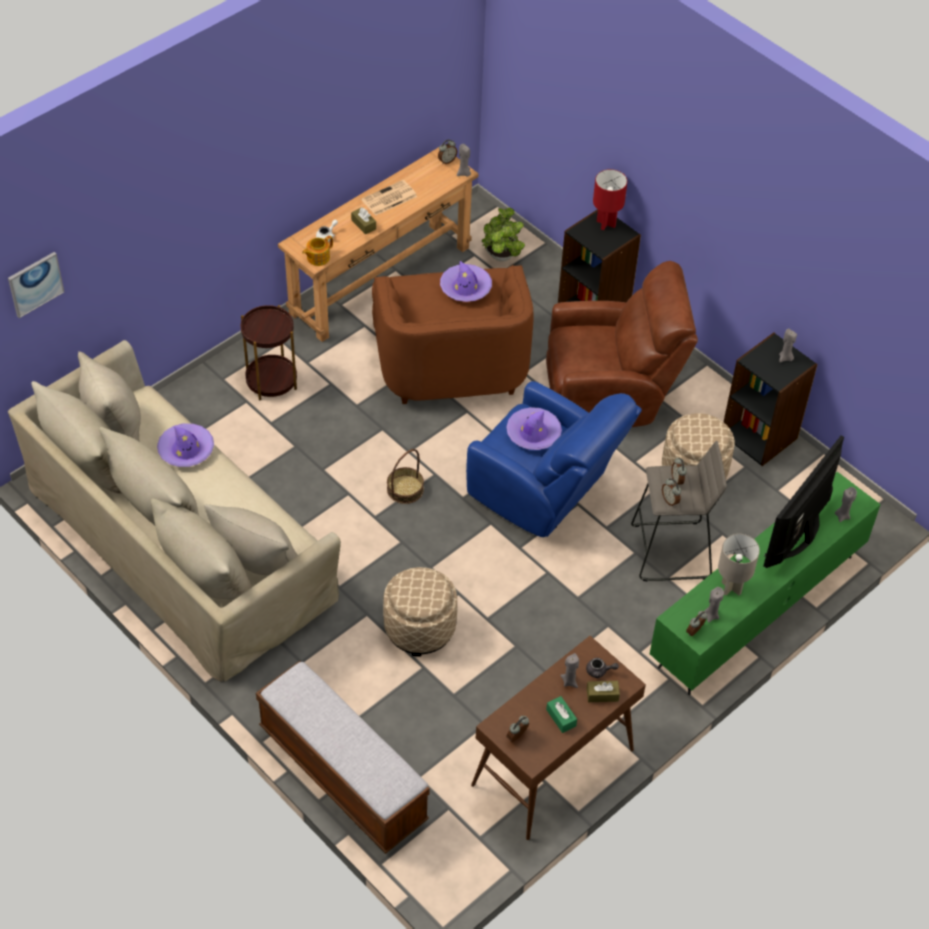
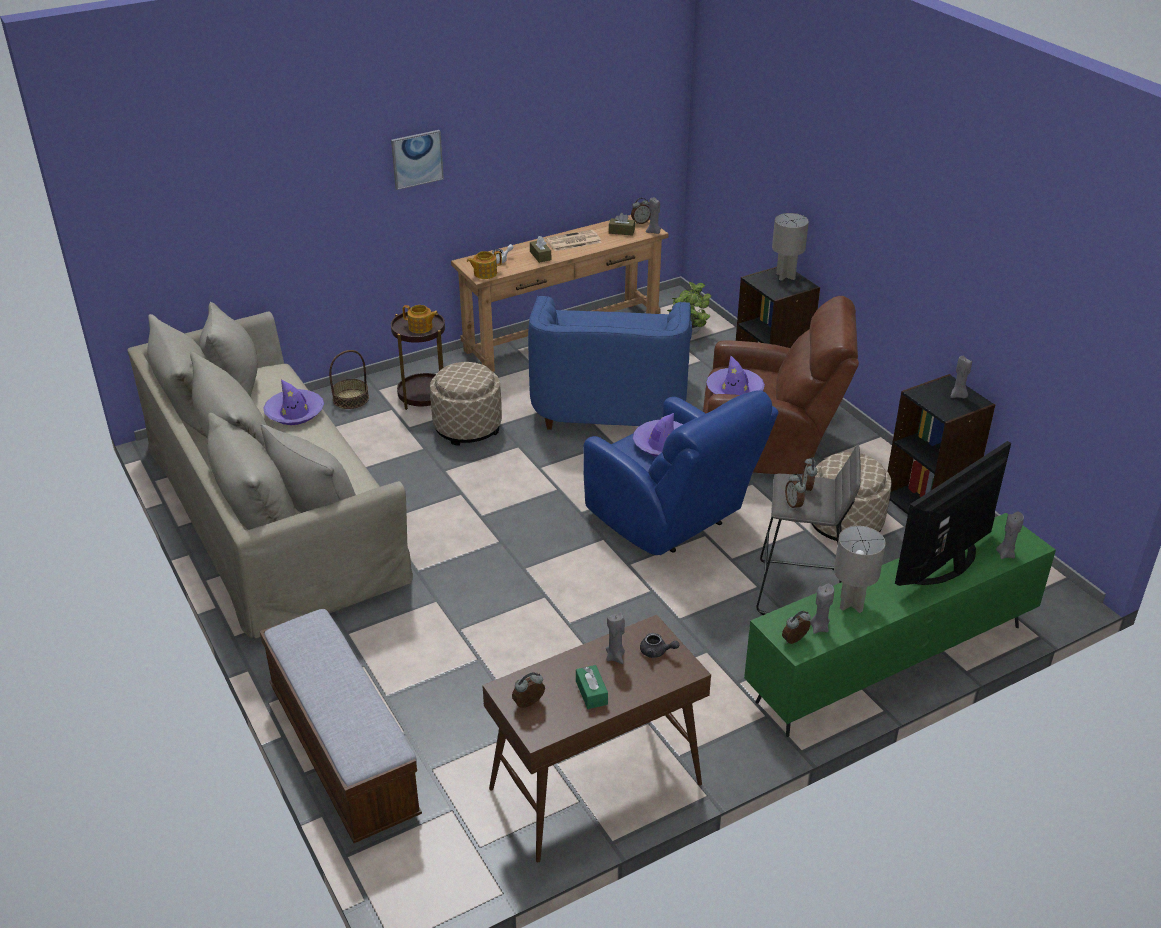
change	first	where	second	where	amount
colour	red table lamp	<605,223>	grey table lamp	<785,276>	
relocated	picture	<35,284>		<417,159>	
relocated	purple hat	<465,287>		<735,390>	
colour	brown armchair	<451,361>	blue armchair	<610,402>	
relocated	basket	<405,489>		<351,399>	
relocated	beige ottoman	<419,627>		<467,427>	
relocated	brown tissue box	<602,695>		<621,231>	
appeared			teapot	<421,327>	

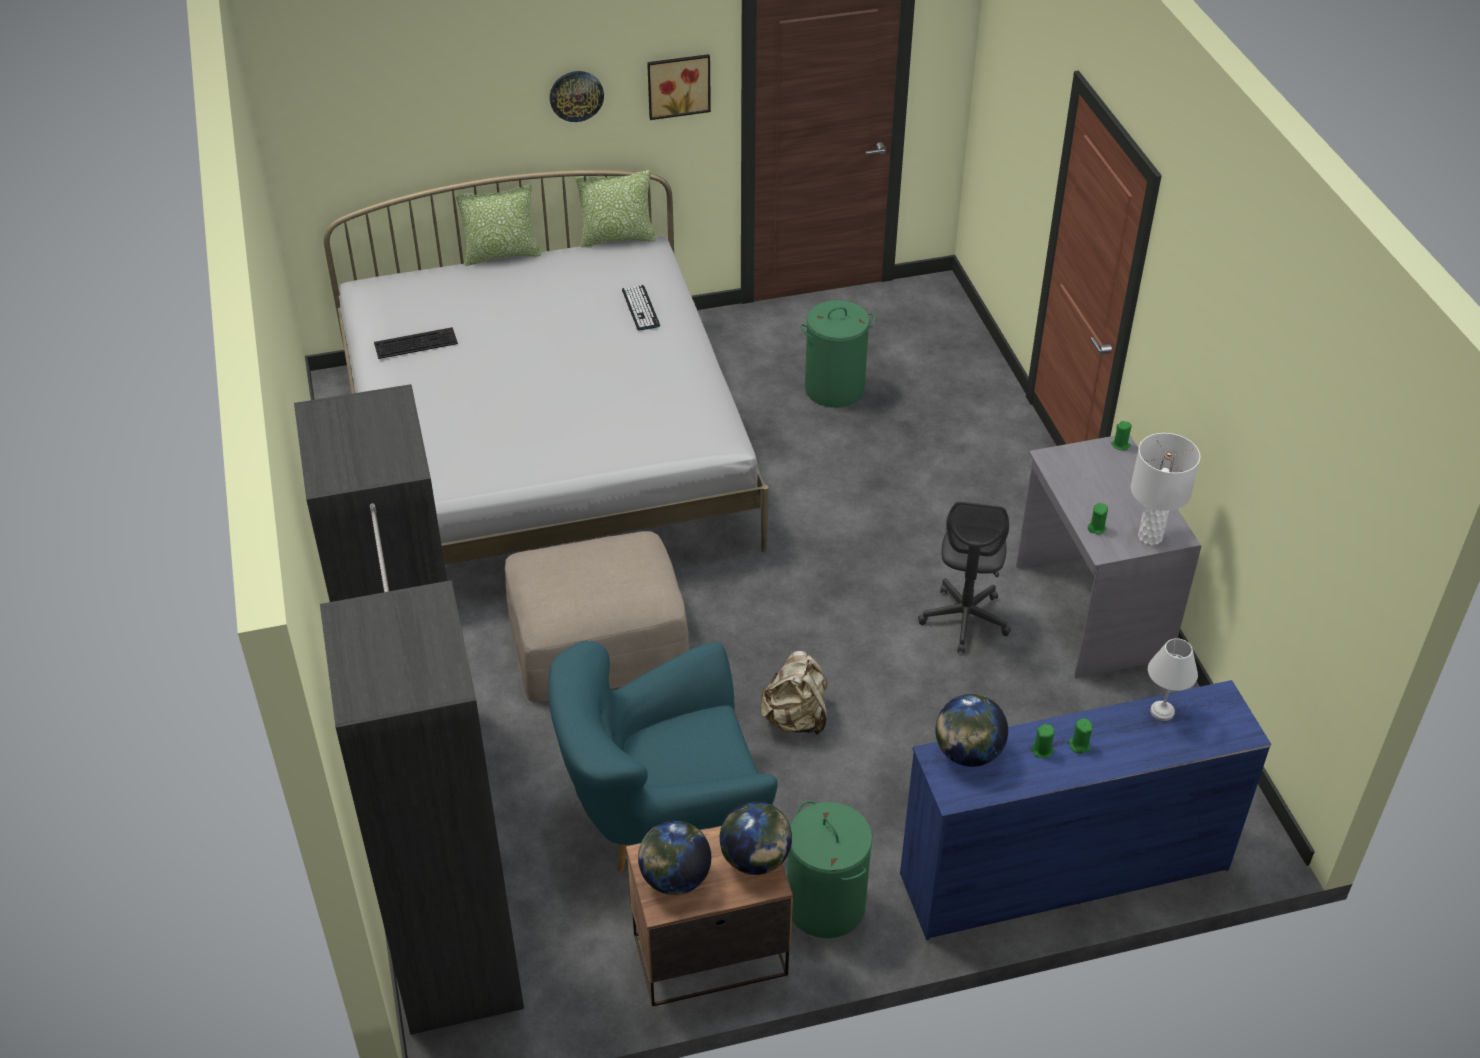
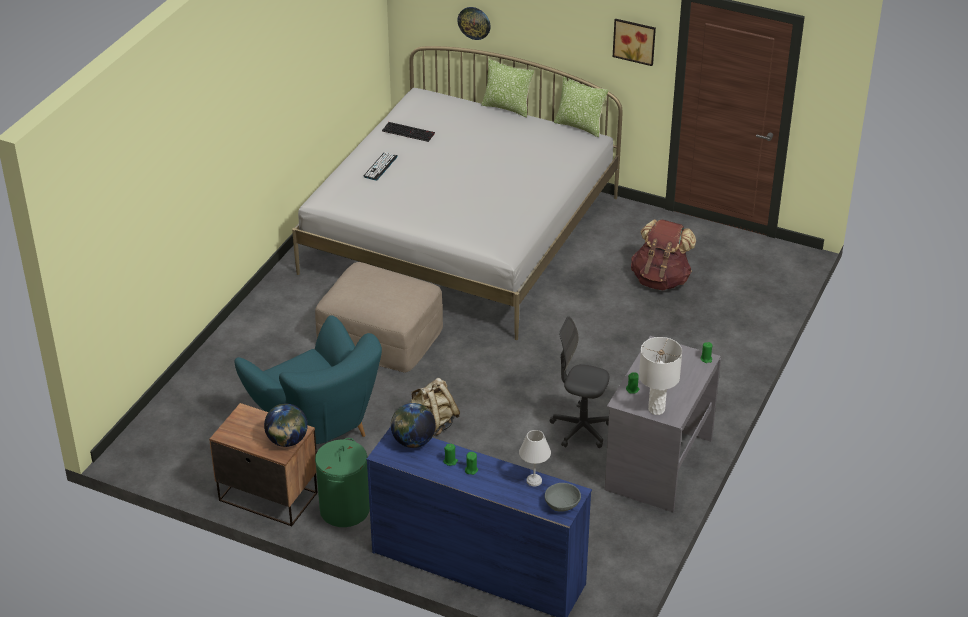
change	first	where	second	where	amount
relocated	wall clock	<576,95>		<474,22>	
relocated	keyboard	<640,308>		<380,166>	
exchanged	green laundry basket	<835,389>	brown backpack	<661,279>	
missing	black wardrobe	<438,851>			
spun	grey office chair	<964,619>		<581,429>	60 degrees clockwise
spun	turquoise armchair	<664,816>		<318,428>	150 degrees counterclockwise
missing	globe	<675,879>			
appeared			grey bowl	<562,505>	

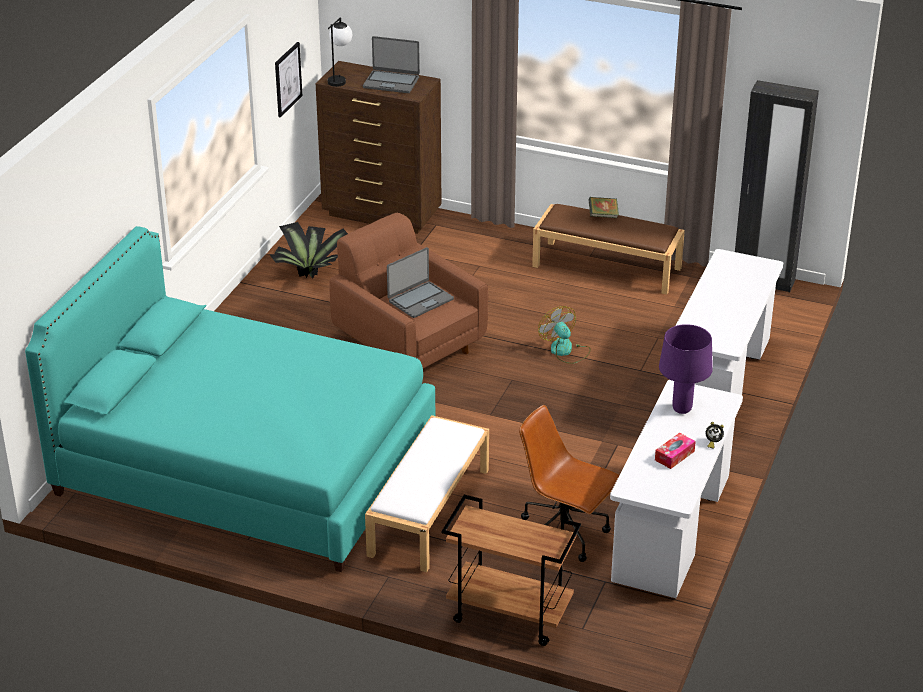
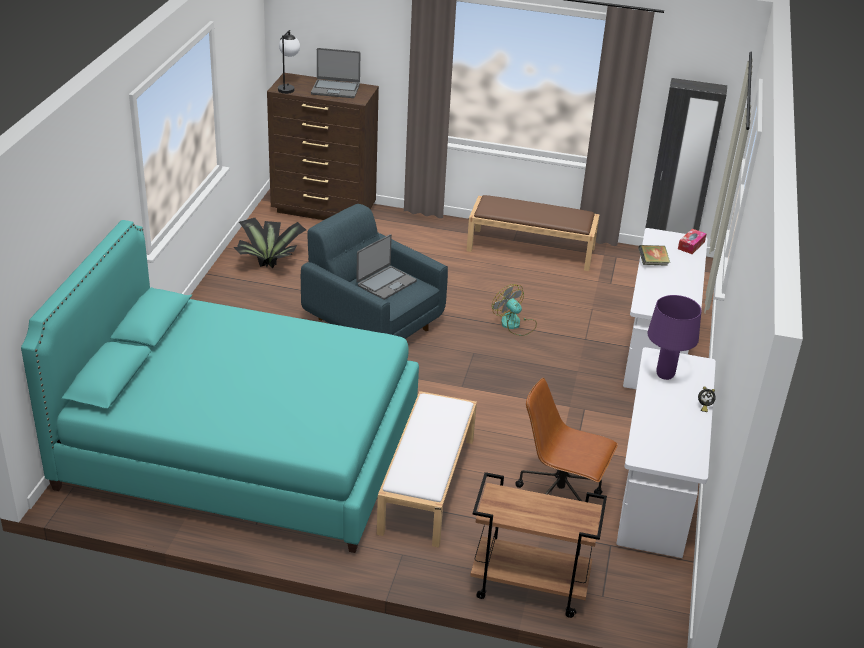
change	first	where	second	where	amount
missing	picture	<287,79>			
relocated	book	<603,215>		<652,263>	
colour	brown armchair	<408,344>	blue armchair	<372,324>	
relocated	tissue box	<674,455>		<691,245>	

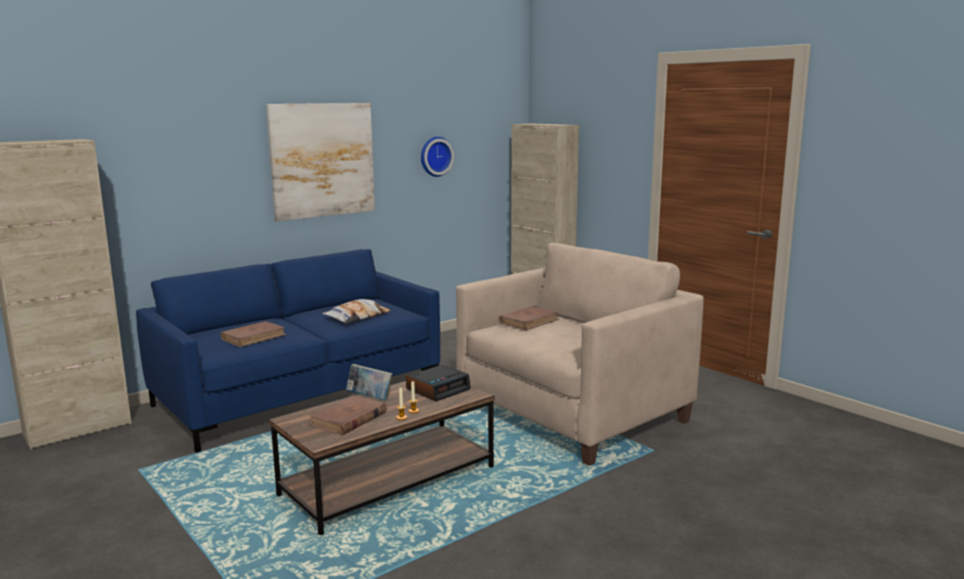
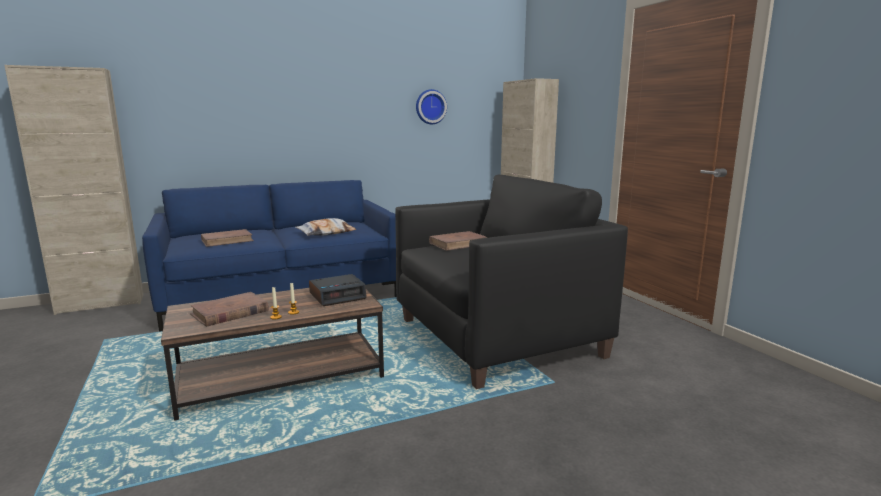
change	first	where	second	where	amount
missing	picture	<322,160>			
colour	beige armchair	<572,414>	black armchair	<496,337>	
missing	book	<370,398>			

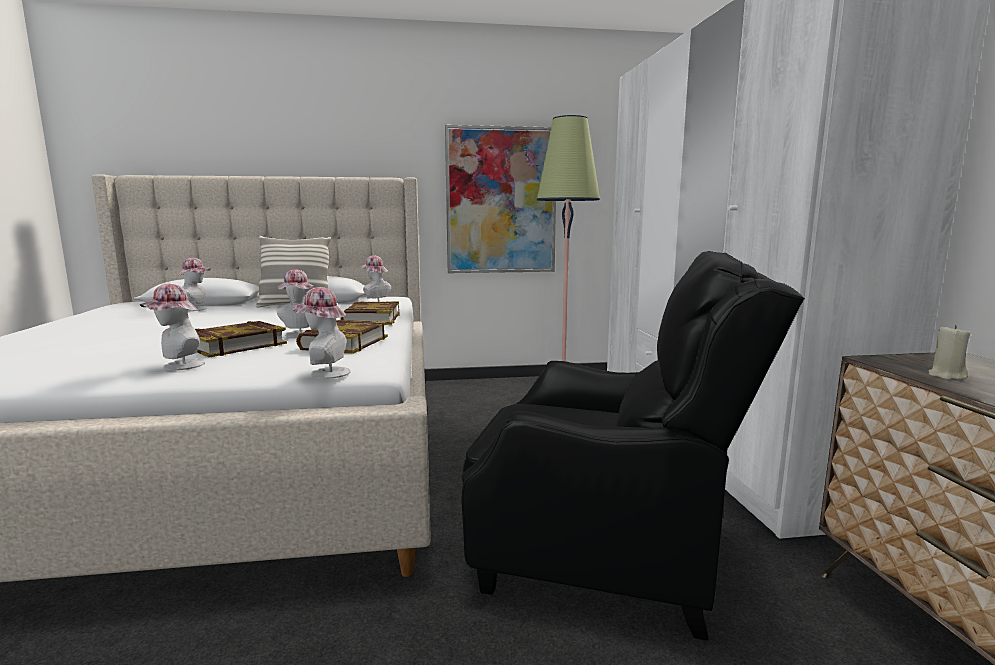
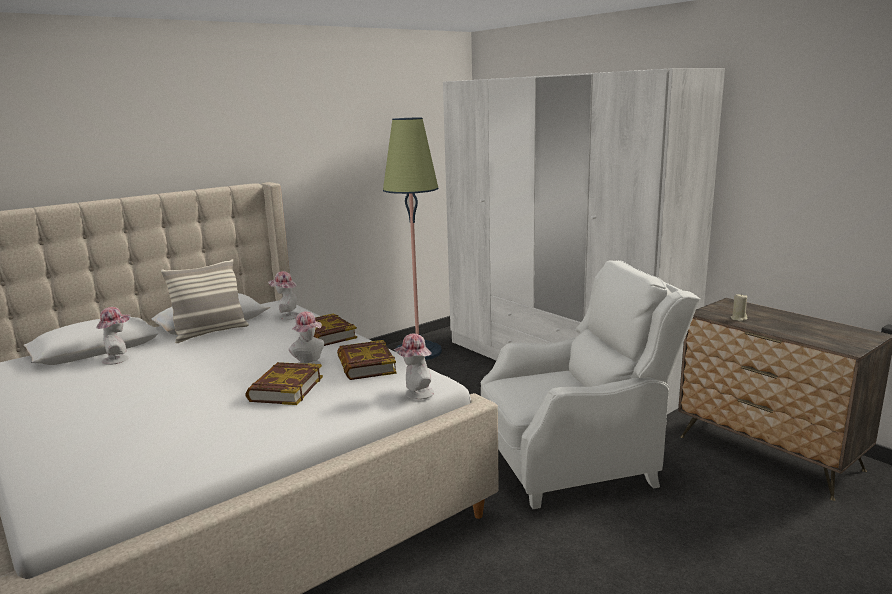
change	first	where	second	where	amount
missing	picture	<501,201>			
colour	black armchair	<607,554>	white armchair	<575,463>	
missing	hat	<178,366>			

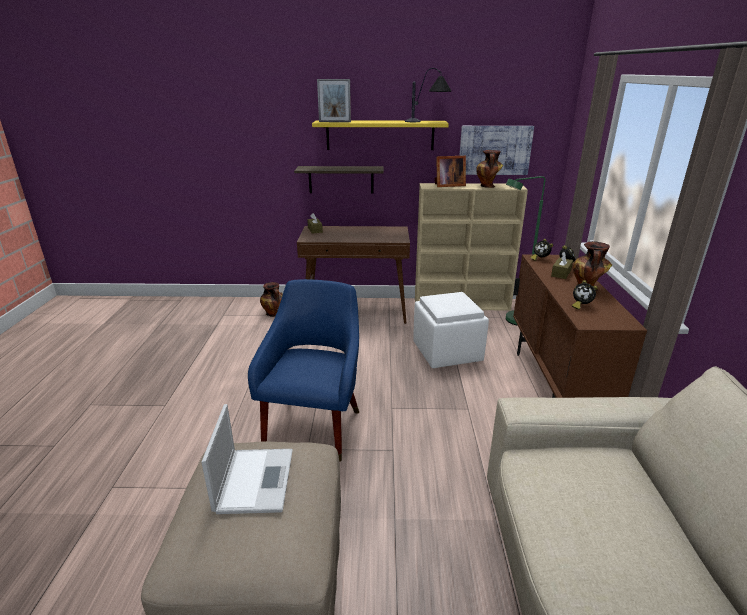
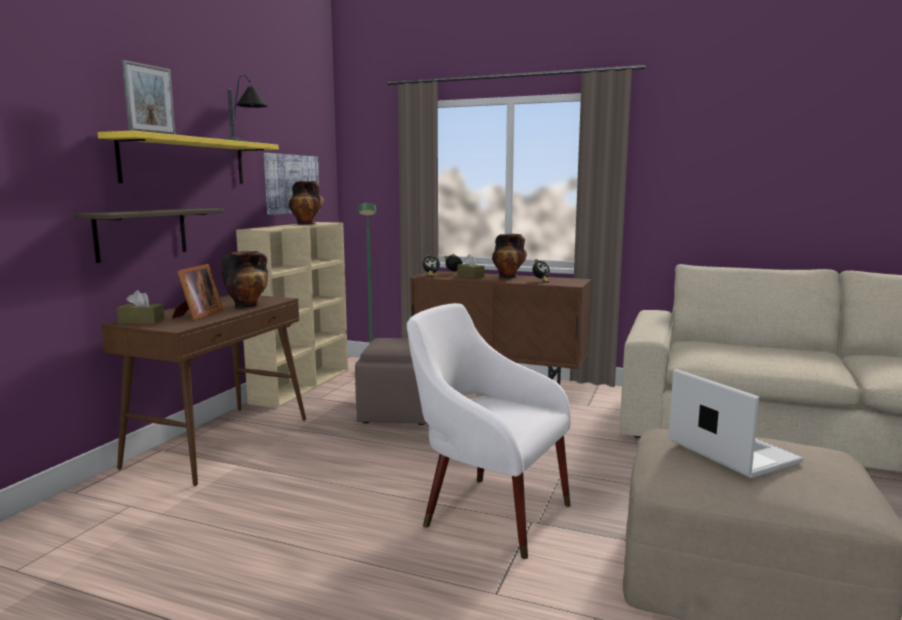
change	first	where	second	where	amount
relocated	picture frame	<448,185>		<197,315>	
colour	blue armchair	<315,424>	white armchair	<488,511>	
relocated	vase	<273,314>		<248,305>	
colour	white ottoman	<448,352>	brown ottoman	<399,412>	
spun	laptop	<255,479>		<730,450>	45 degrees clockwise

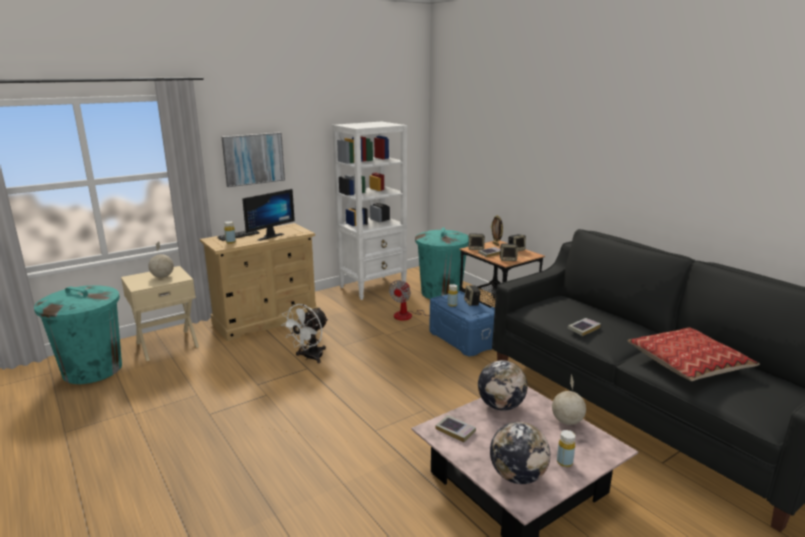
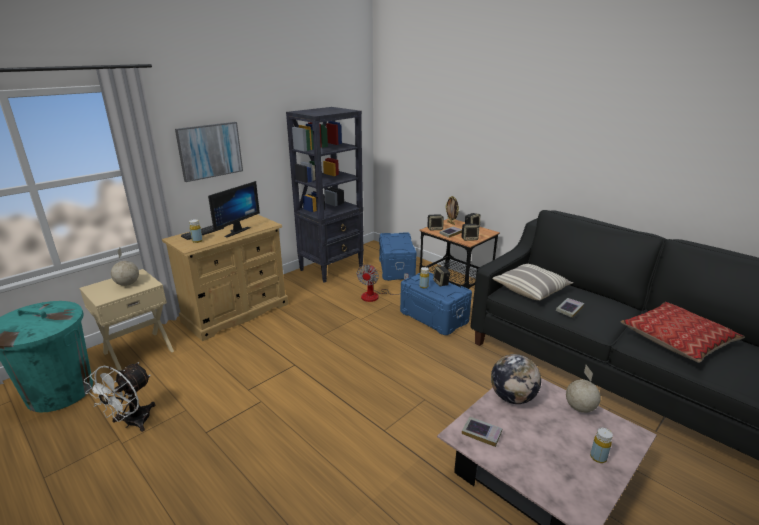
change	first	where	second	where	amount
colour	white bookcase	<373,287>	black bookcase	<332,268>	
exchanged	turquoise trash can	<441,292>	blue storage box	<397,269>	
relocated	white fan	<309,357>		<132,423>	
missing	globe	<517,476>			
appeared			pillow	<531,290>	

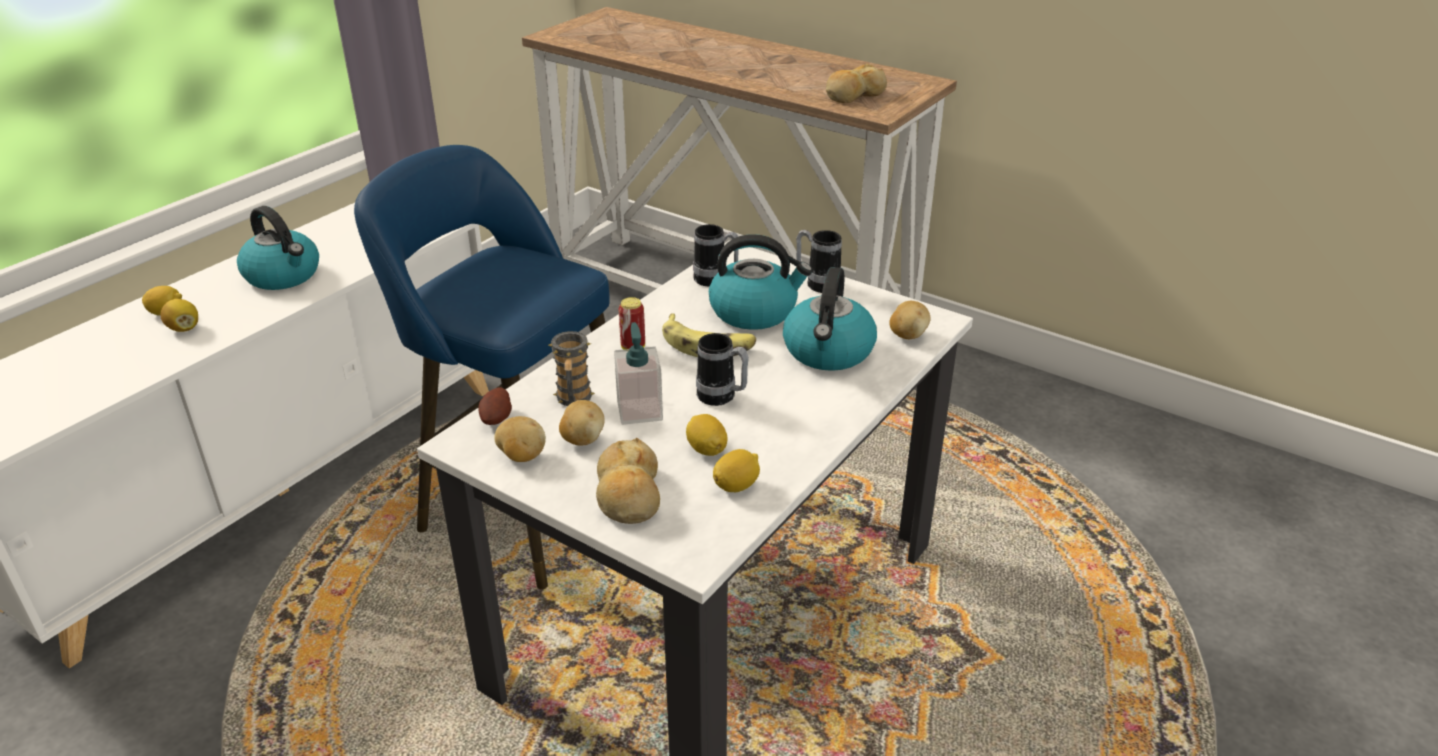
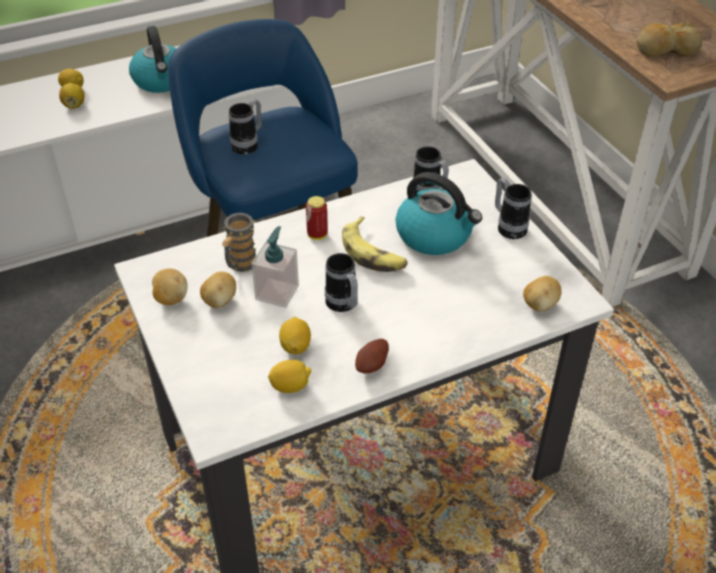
change	first	where	second	where	amount
missing	kettle	<828,352>			
relocated	potato	<498,419>		<373,365>	
missing	bread	<628,495>			
appeared			mug	<248,144>	

